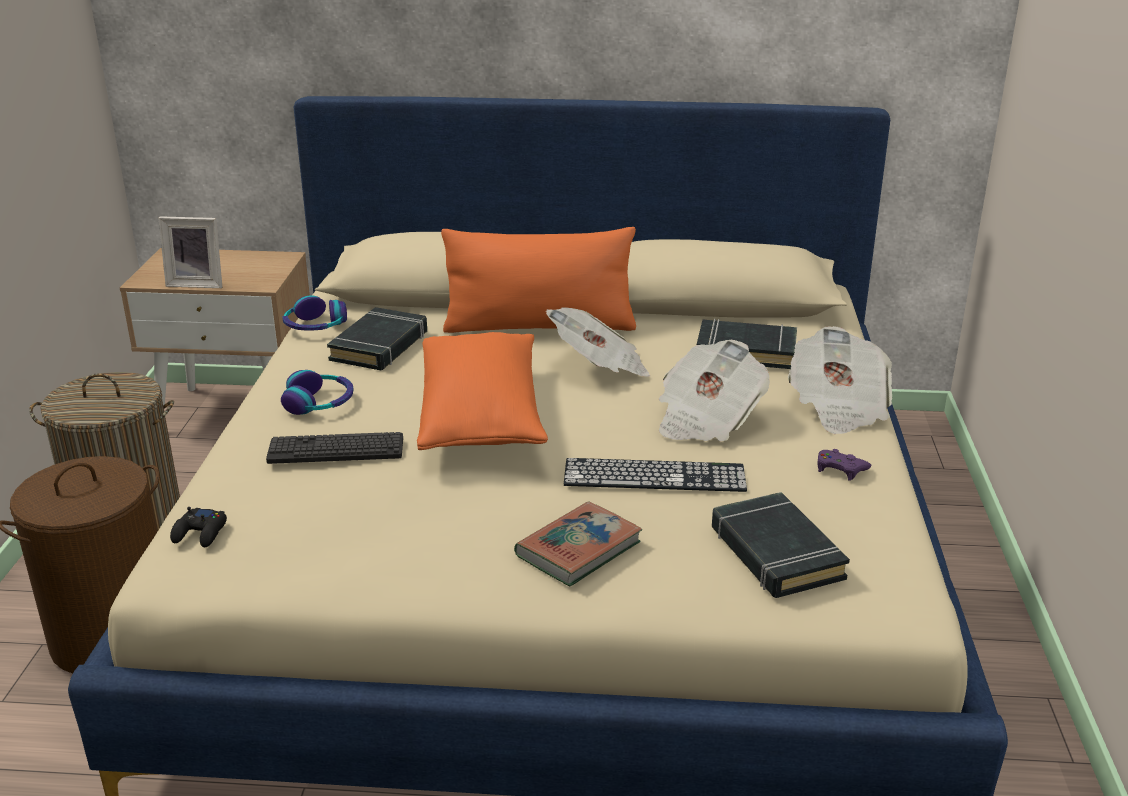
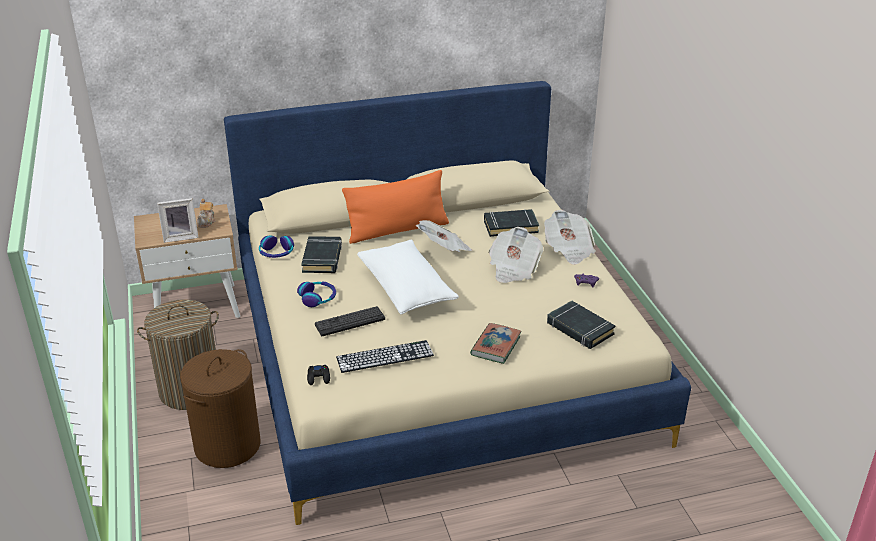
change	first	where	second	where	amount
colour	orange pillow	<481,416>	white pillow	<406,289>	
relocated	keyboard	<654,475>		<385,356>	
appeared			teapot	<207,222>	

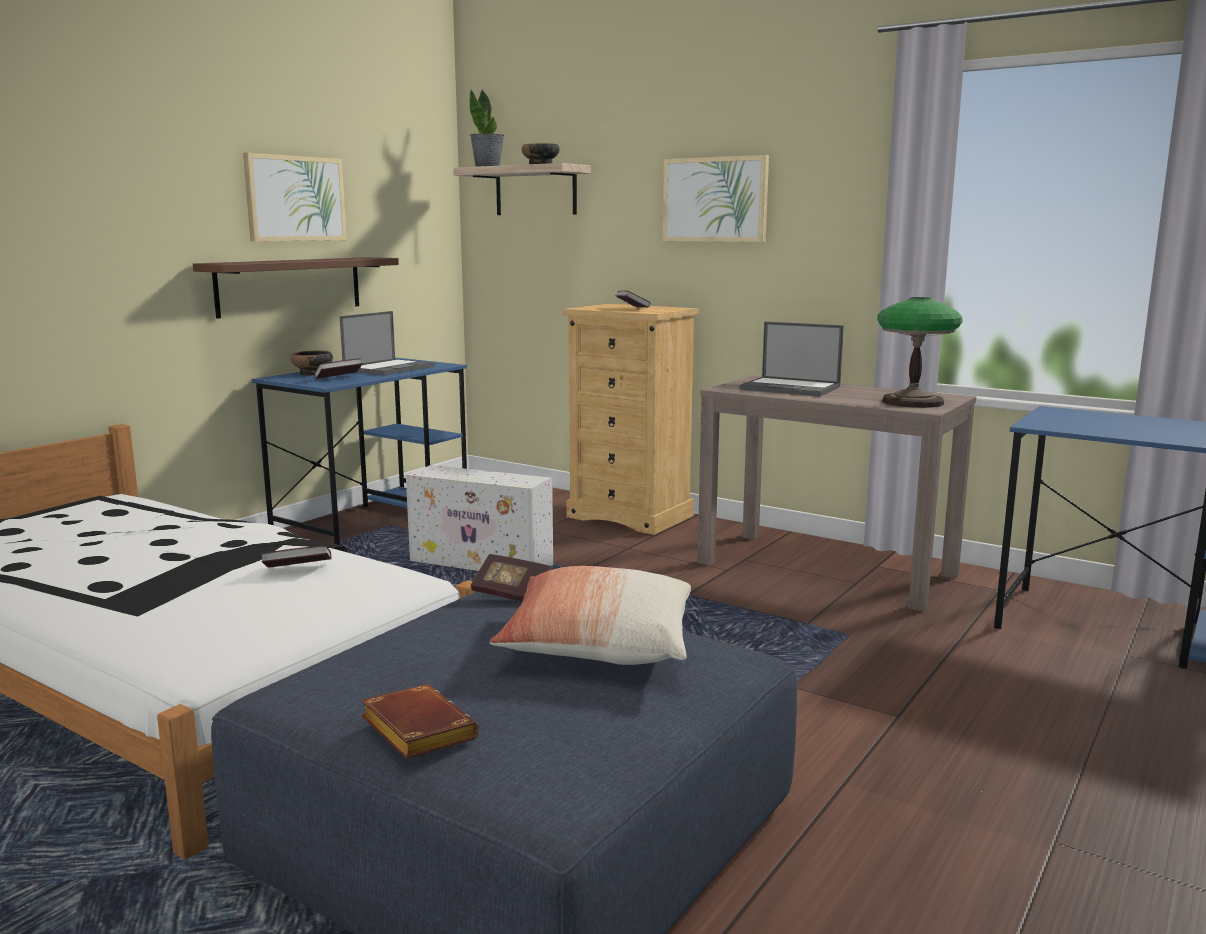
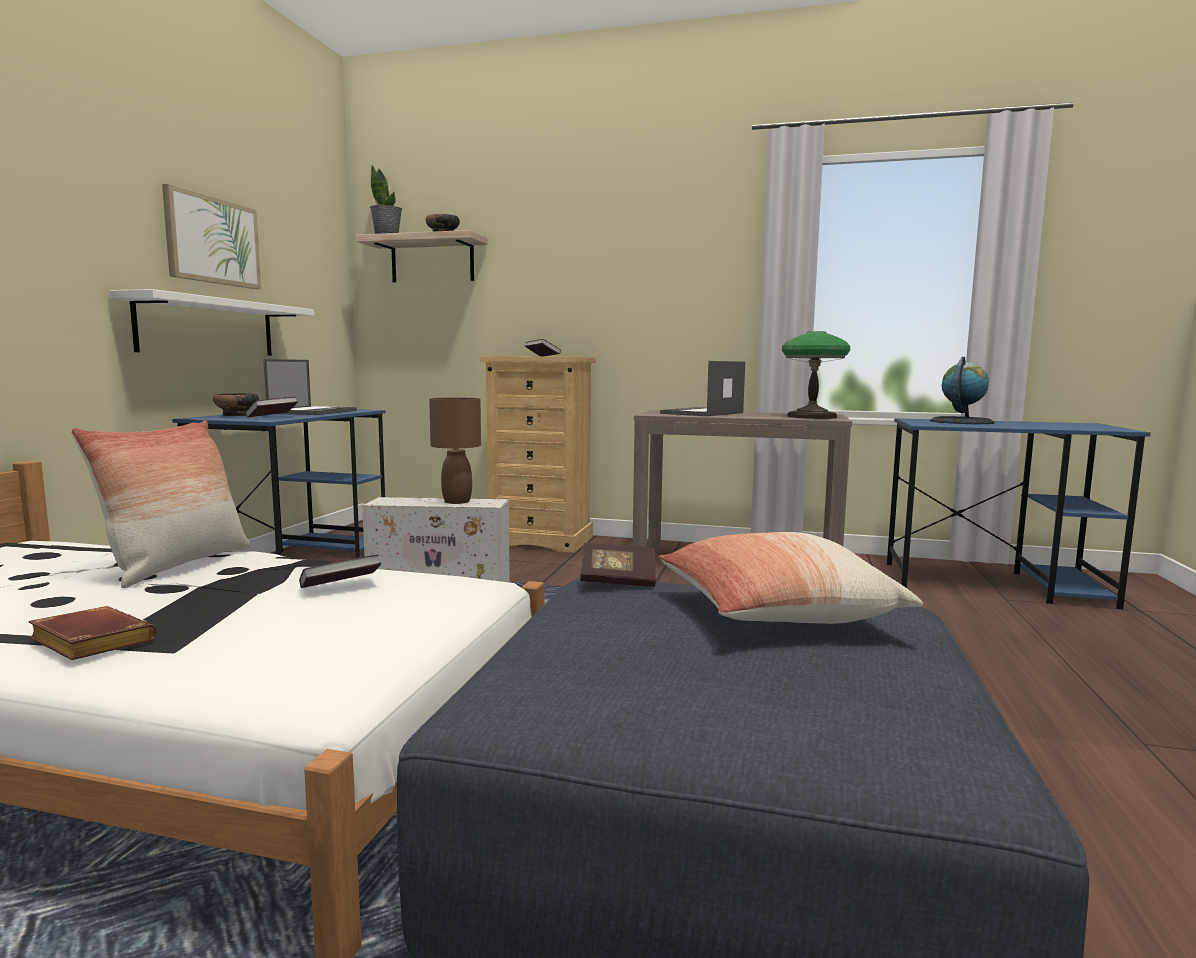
change	first	where	second	where	amount
missing	picture	<715,199>			
colour	brown shelf	<290,286>	white shelf	<208,327>	
spun	laptop	<791,388>		<702,413>	120 degrees clockwise
relocated	brown book	<414,730>		<88,643>	
appeared			globe	<961,422>	
appeared			brown table lamp	<456,501>	
appeared			pillow	<178,565>	

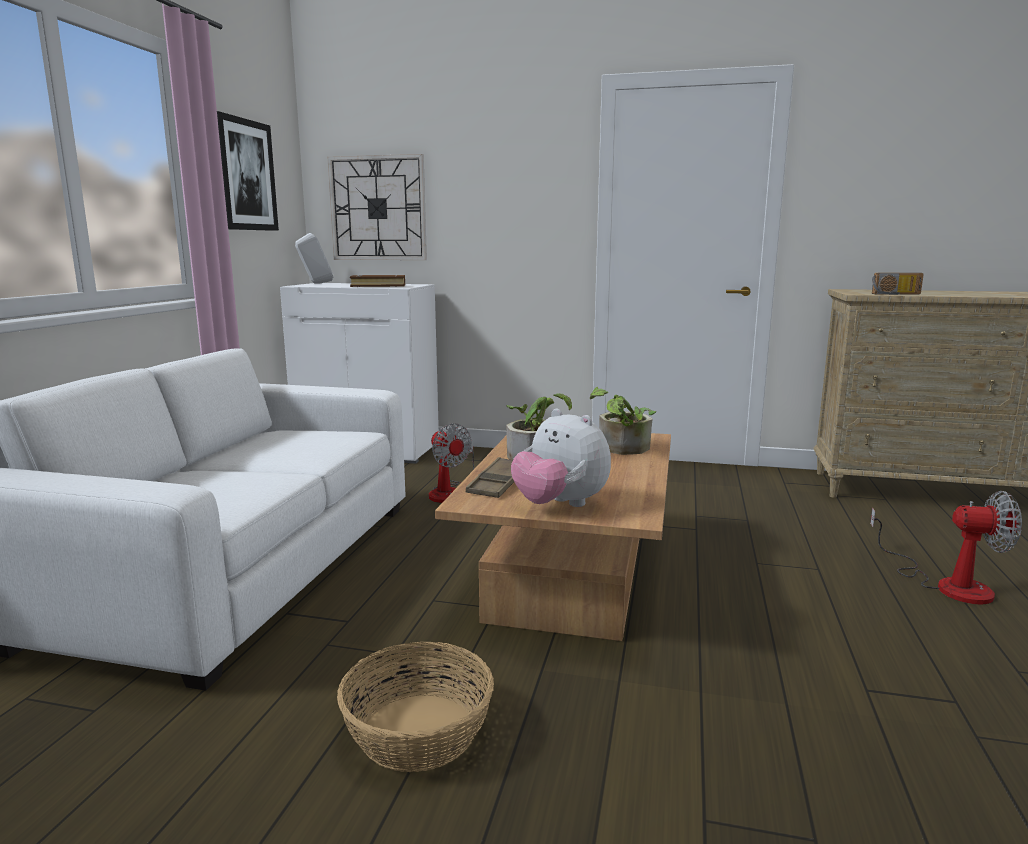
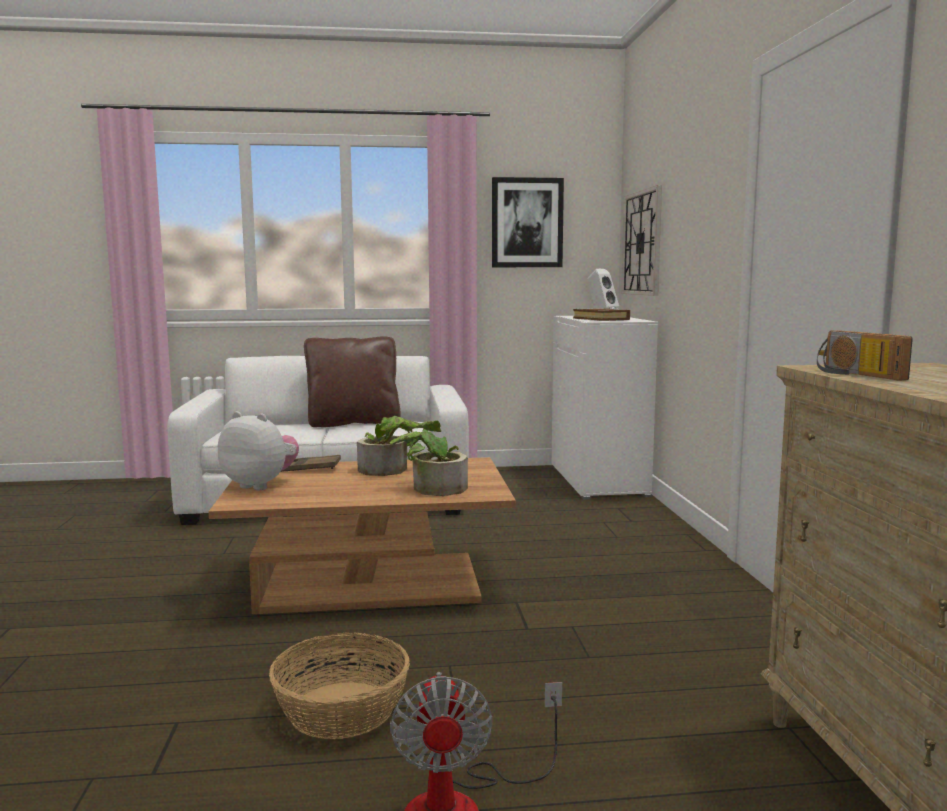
change	first	where	second	where	amount
spun	plush toy	<560,505>		<260,485>	90 degrees clockwise
missing	fan	<451,492>			
relocated	basket	<419,732>		<341,710>	
appeared			brown pillow	<353,423>	

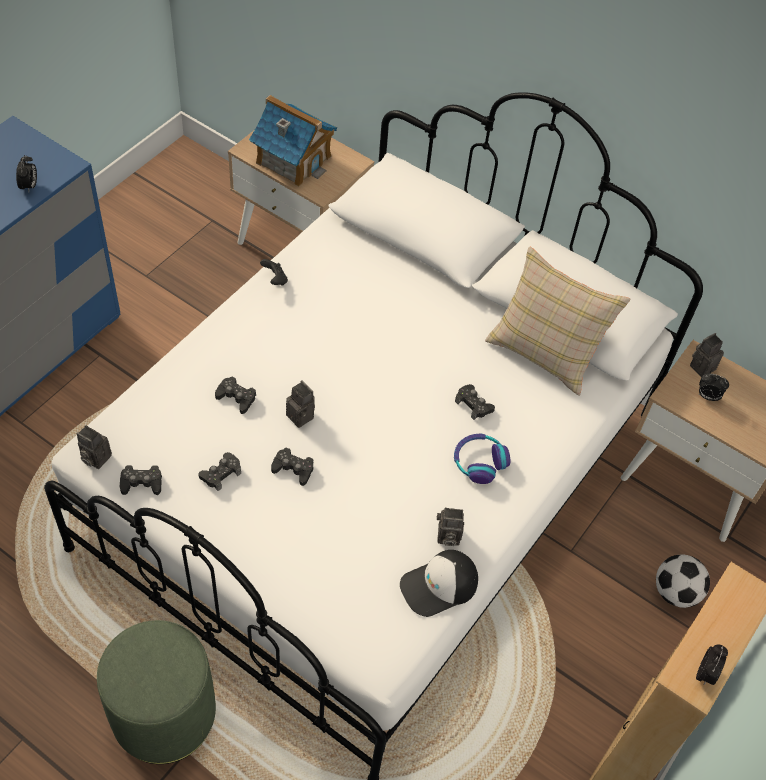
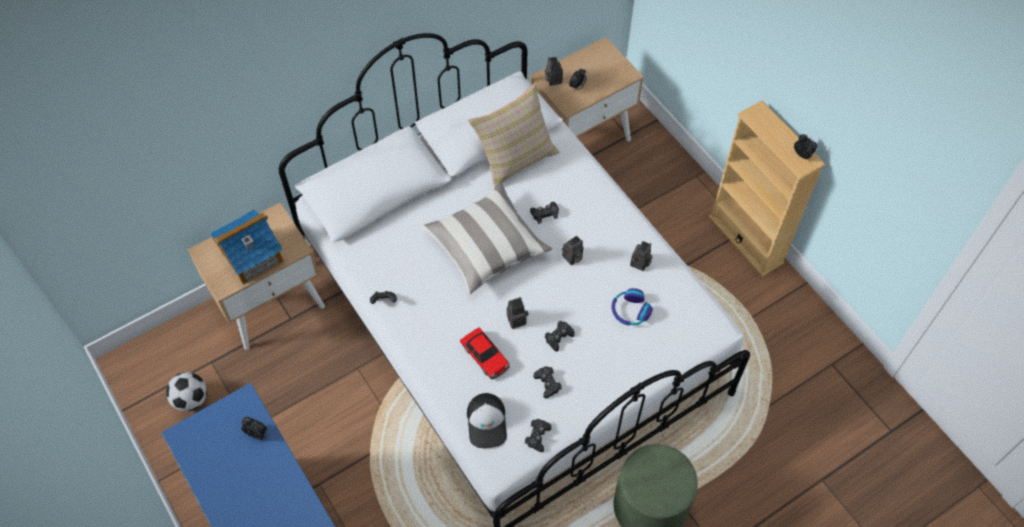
change	first	where	second	where	amount
exchanged	black game controller	<236,397>	toy car	<485,356>	
relocated	photo camera	<94,458>		<572,258>	
relocated	headphones	<479,462>		<630,311>	
relocated	cap	<439,586>		<487,422>	
relocated	football	<675,592>		<191,399>	
appeared			pillow	<486,247>	

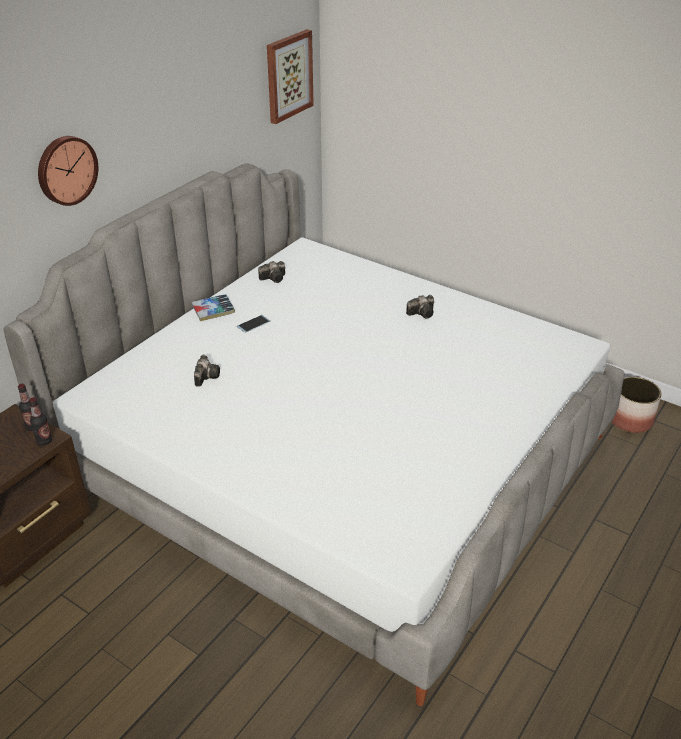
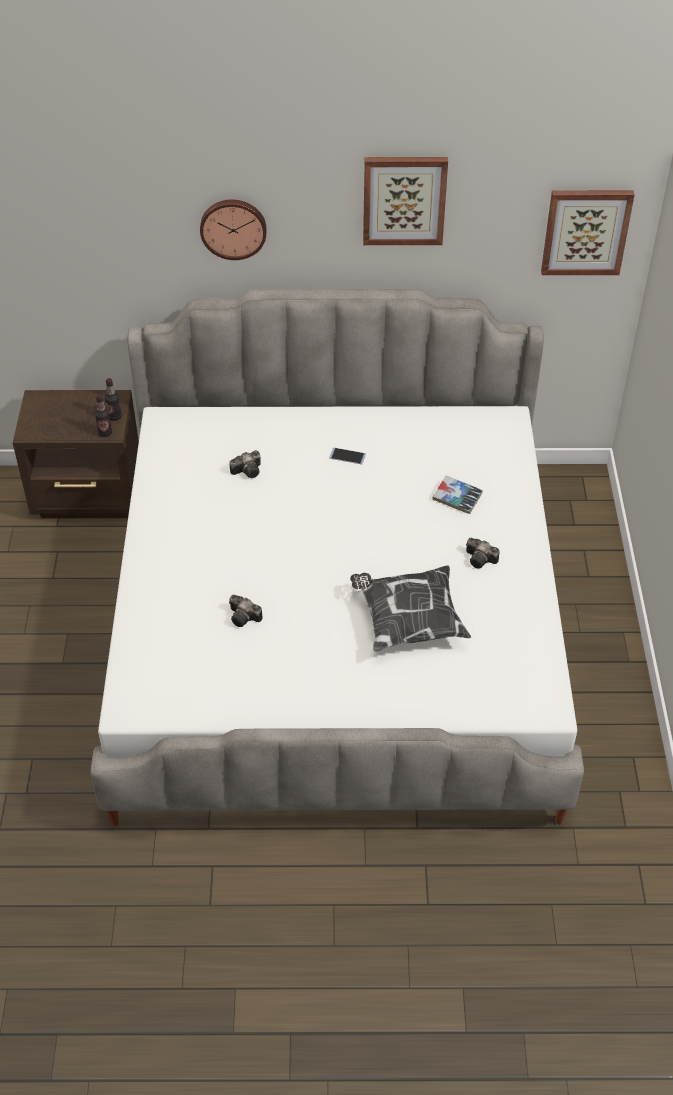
change	first	where	second	where	amount
relocated	photo camera	<274,278>		<245,617>	
relocated	book	<213,311>		<457,498>	
missing	planter	<631,420>			
appeared			picture	<404,199>	
appeared			pillow	<408,621>	

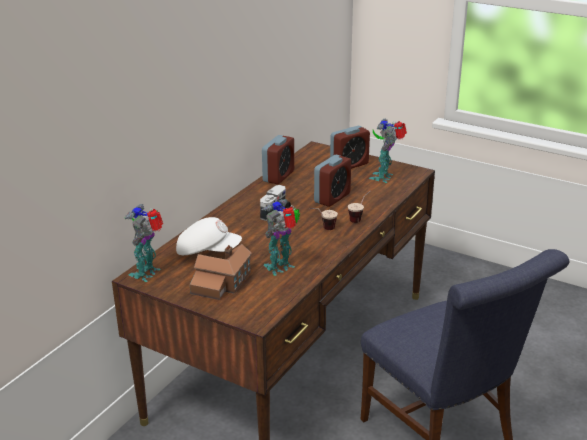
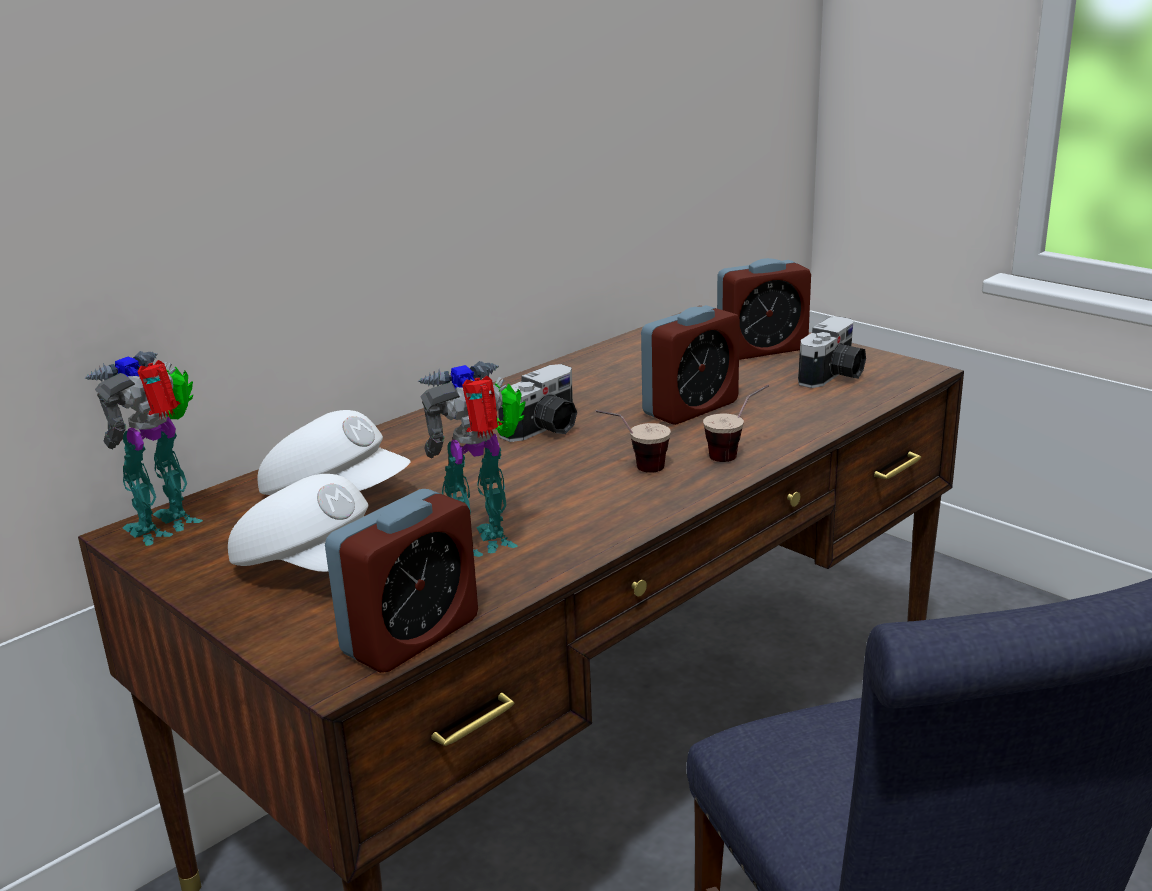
change	first	where	second	where	amount
exchanged	toy robot	<384,177>	photo camera	<834,376>	
relocated	alarm clock	<278,176>		<411,636>	
exchanged	toy house	<221,283>	white cap	<316,566>	

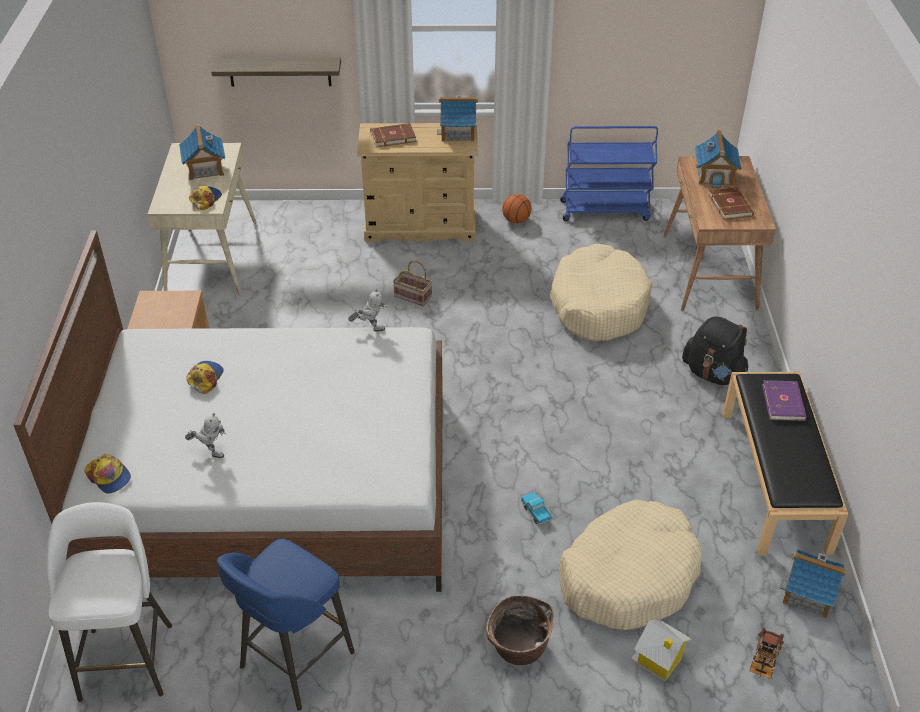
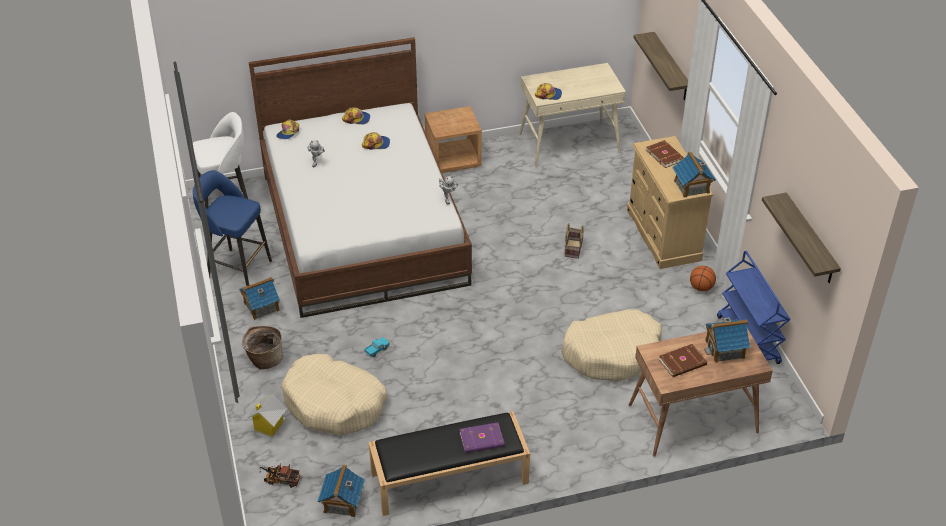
change	first	where	second	where	amount
relocated	toy house	<205,169>		<261,306>	
missing	black backpack	<713,374>			
appeared			cap	<356,119>	
appeared			shelf	<810,240>	

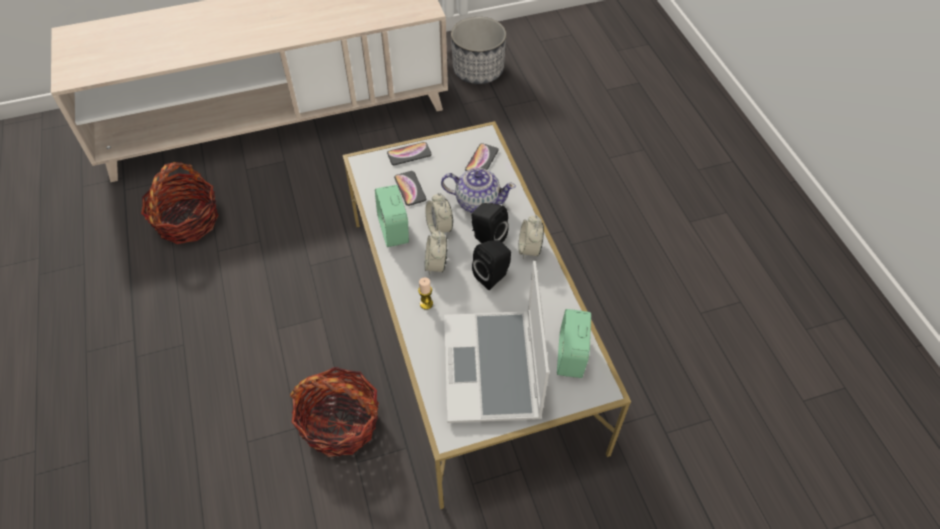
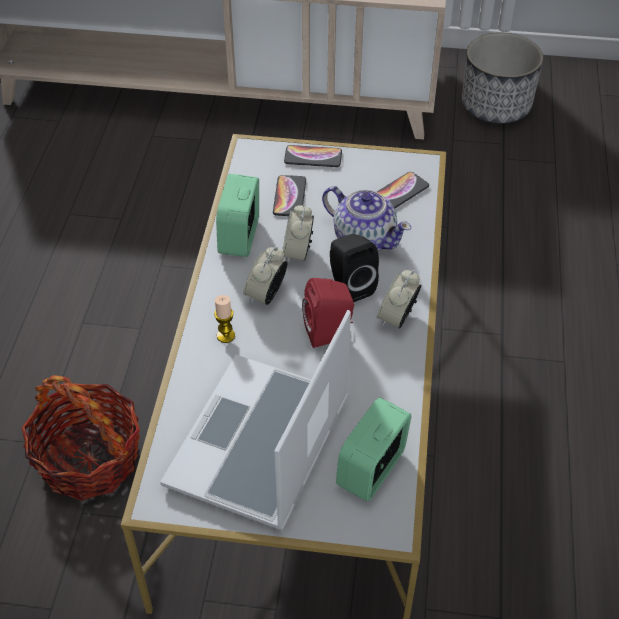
change	first	where	second	where	amount
missing	basket	<187,221>			
colour	black speaker	<493,276>	red speaker	<330,333>	

